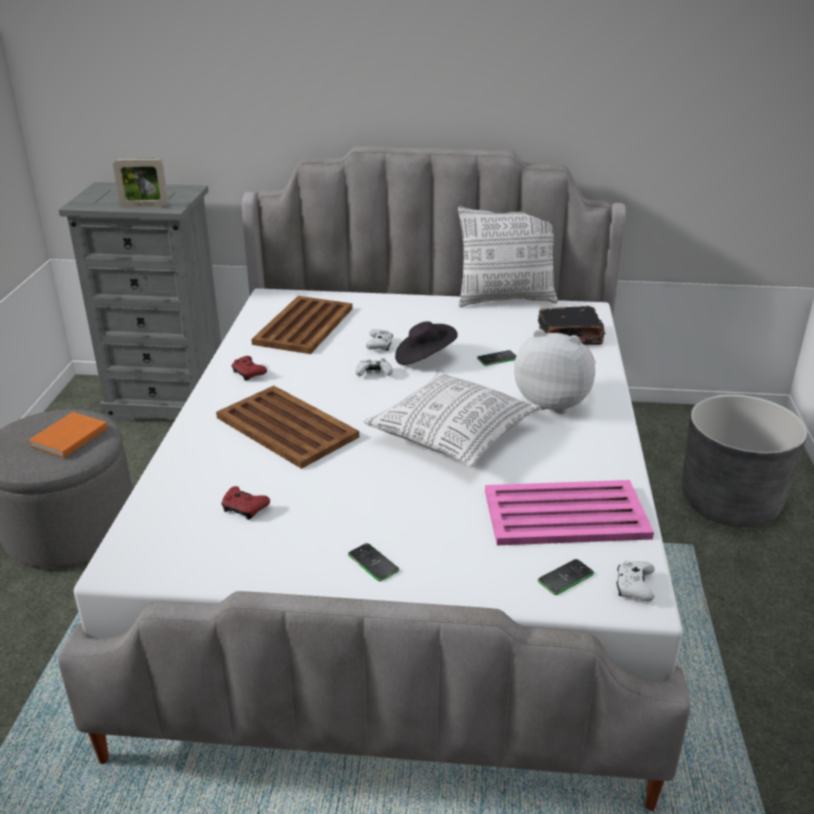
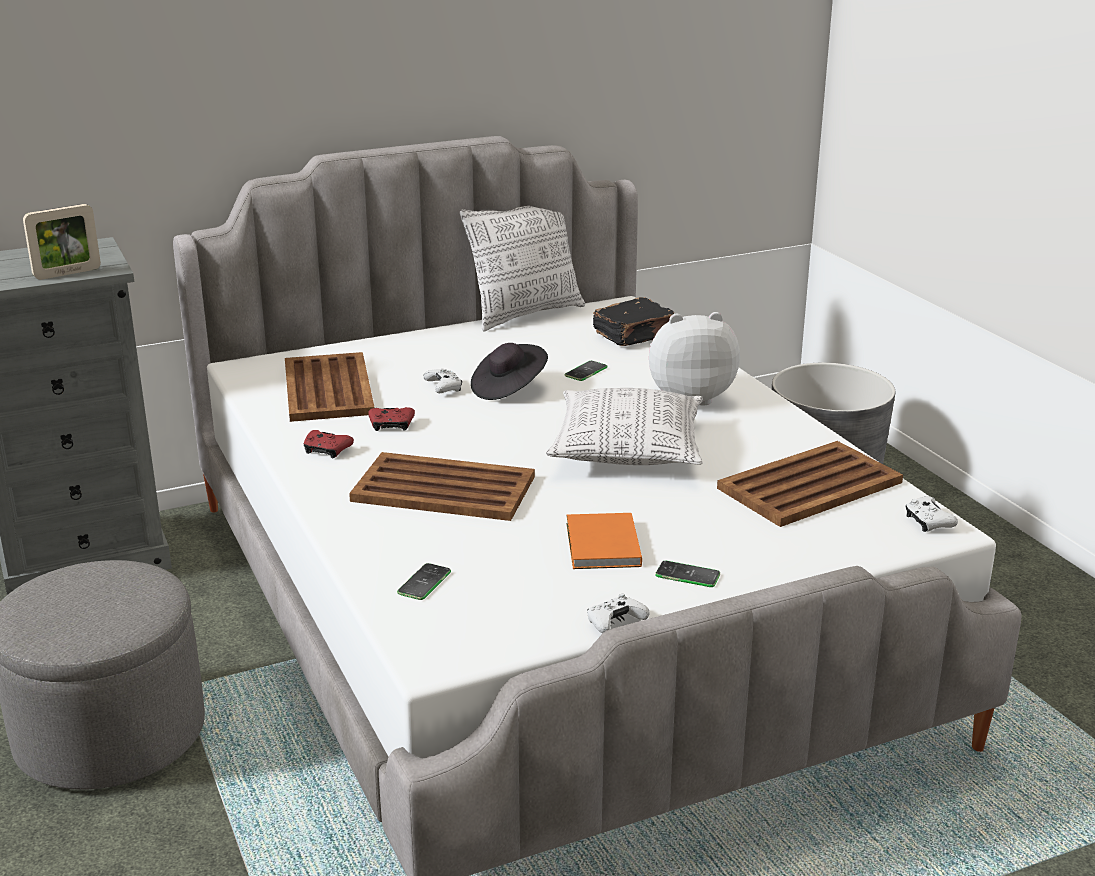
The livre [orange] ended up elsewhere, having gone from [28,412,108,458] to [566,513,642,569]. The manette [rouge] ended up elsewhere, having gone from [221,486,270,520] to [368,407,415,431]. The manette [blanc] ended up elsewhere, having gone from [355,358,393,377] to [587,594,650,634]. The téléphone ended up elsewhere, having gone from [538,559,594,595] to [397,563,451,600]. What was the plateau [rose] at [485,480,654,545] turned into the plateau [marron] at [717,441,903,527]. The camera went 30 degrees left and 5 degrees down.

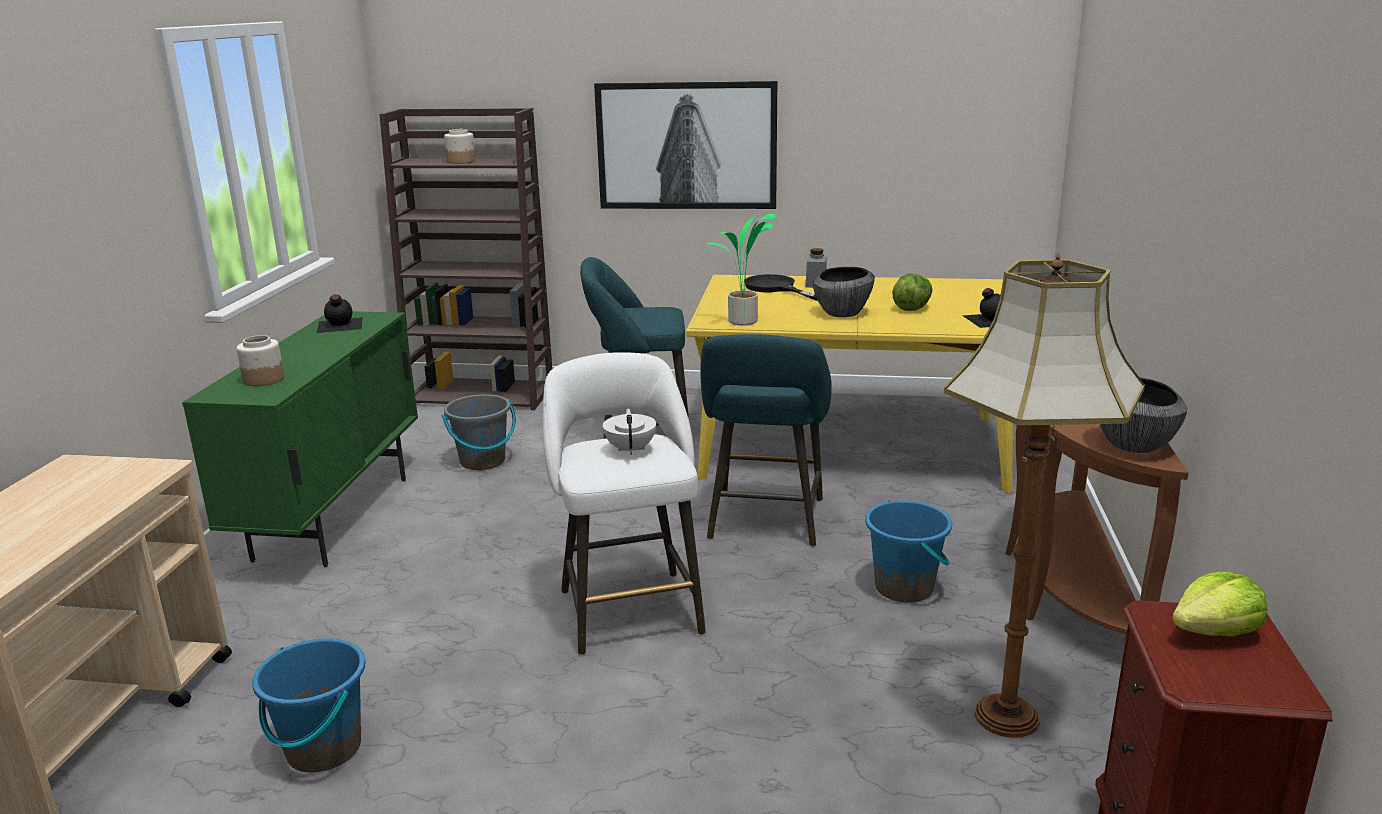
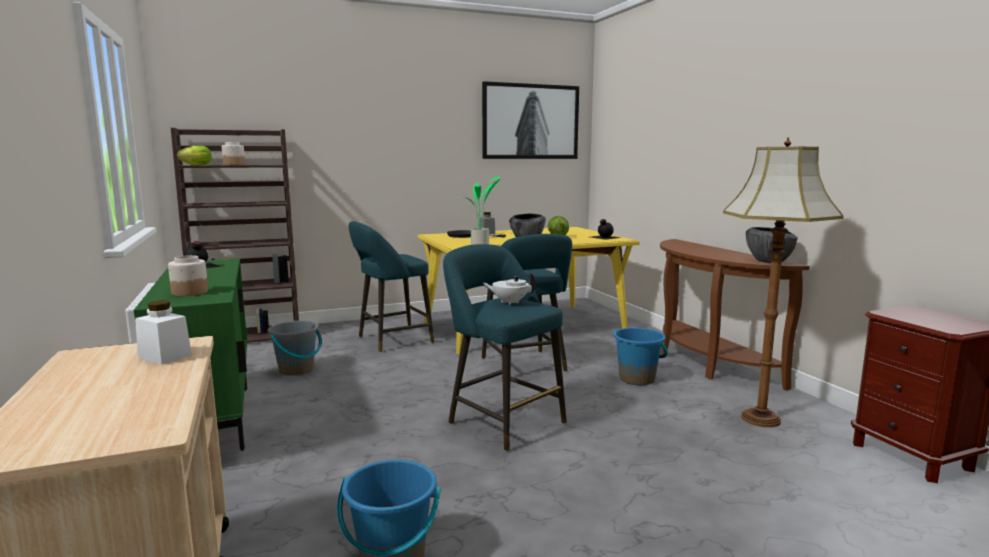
The second view gained the bocal [blanc] at [135,300,192,365]. The tableau ended up elsewhere, having gone from [594,81,777,209] to [482,81,579,159]. The laitue ended up elsewhere, having gone from [1172,572,1267,637] to [177,145,212,165]. What was the tabouret [blanc] at [543,352,706,655] turned into the tabouret [turquoise] at [443,244,567,452]. The théière [blanc] at [603,409,656,455] ended up facing another way, 45 degrees counterclockwise from before. The camera went 30 degrees left and 10 degrees down.

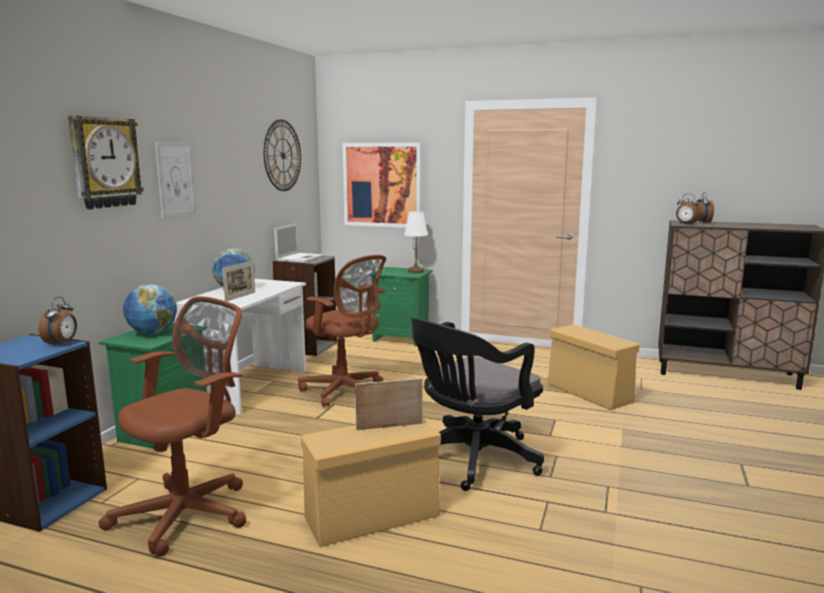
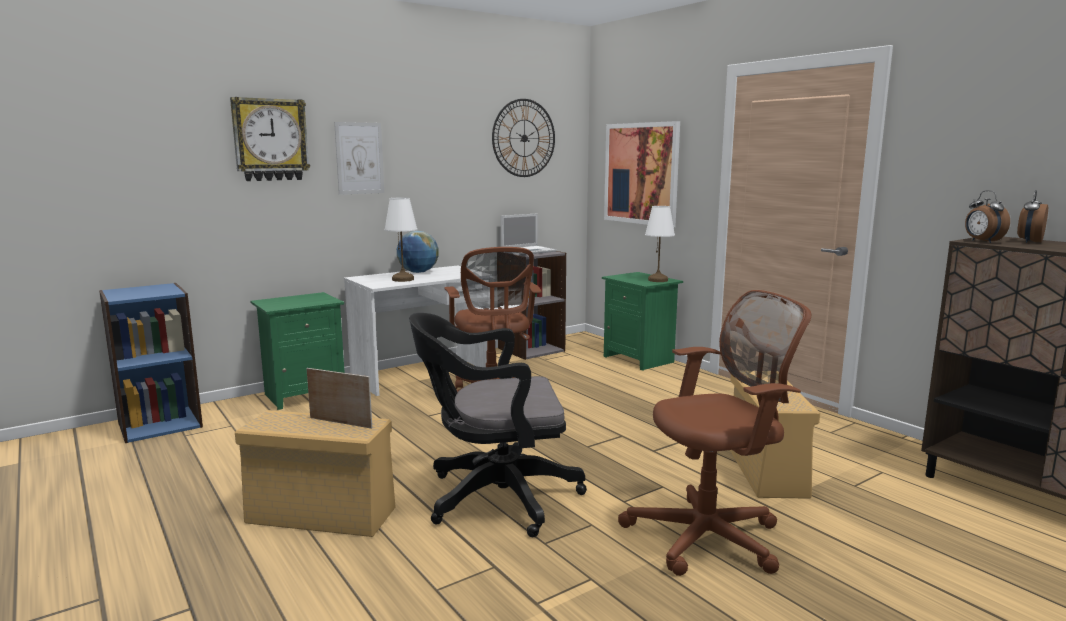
The second view lost the réveil at [38,297,77,347]. The second view lost the globe at [123,284,177,334]. The chaise de bureau [marron] ended up elsewhere, having gone from [98,296,247,557] to [618,290,811,576]. Where the cadre photo stood at [222,261,255,301], the lampe de table [blanc] came to stand at [384,197,417,282]. The camera went 35 degrees right and 0 degrees up.

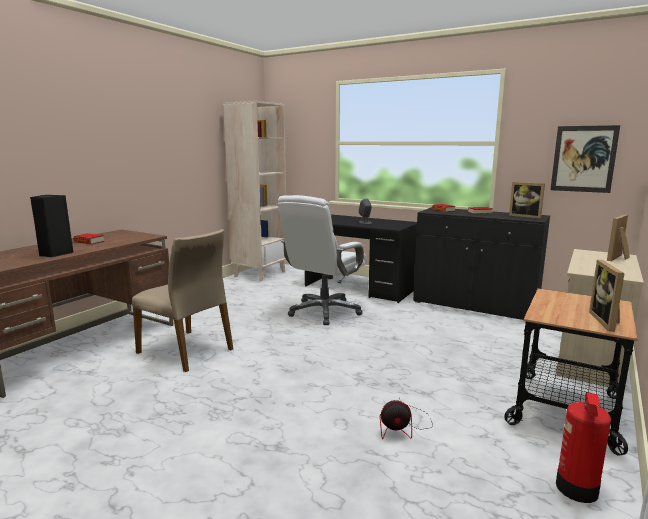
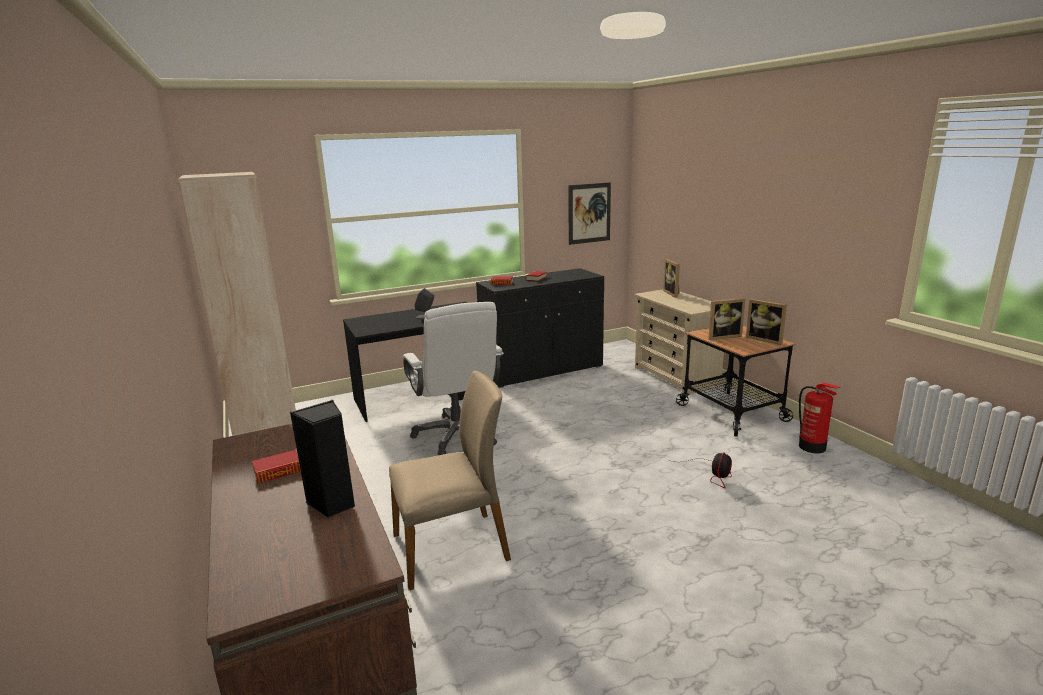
The cadre photo ended up elsewhere, having gone from [509,182,545,219] to [708,298,745,340]. The camera went 55 degrees left and 5 degrees up.

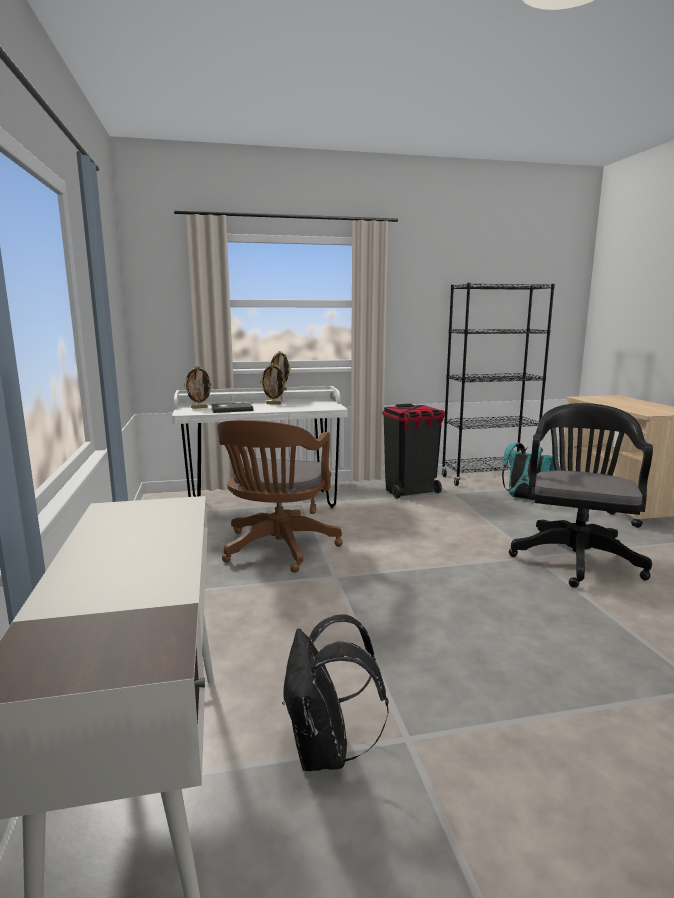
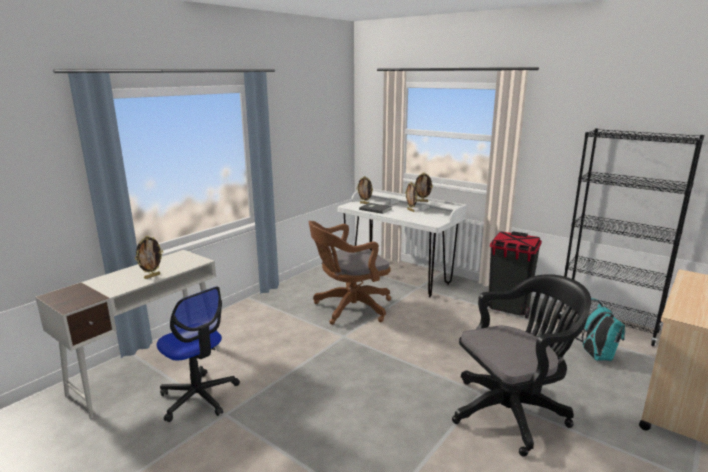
The second view gained the cadre photo at [135,236,163,279]. Where the sac à dos [noir] stood at [282,614,389,771], the chaise de bureau came to stand at [157,286,240,422]. The camera went 50 degrees right and 5 degrees up.

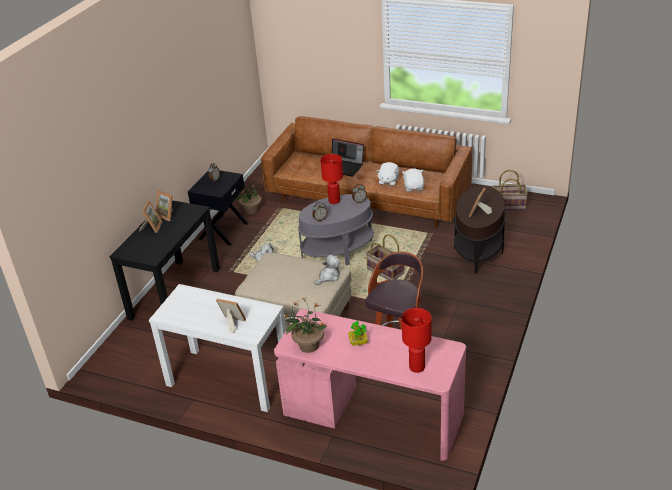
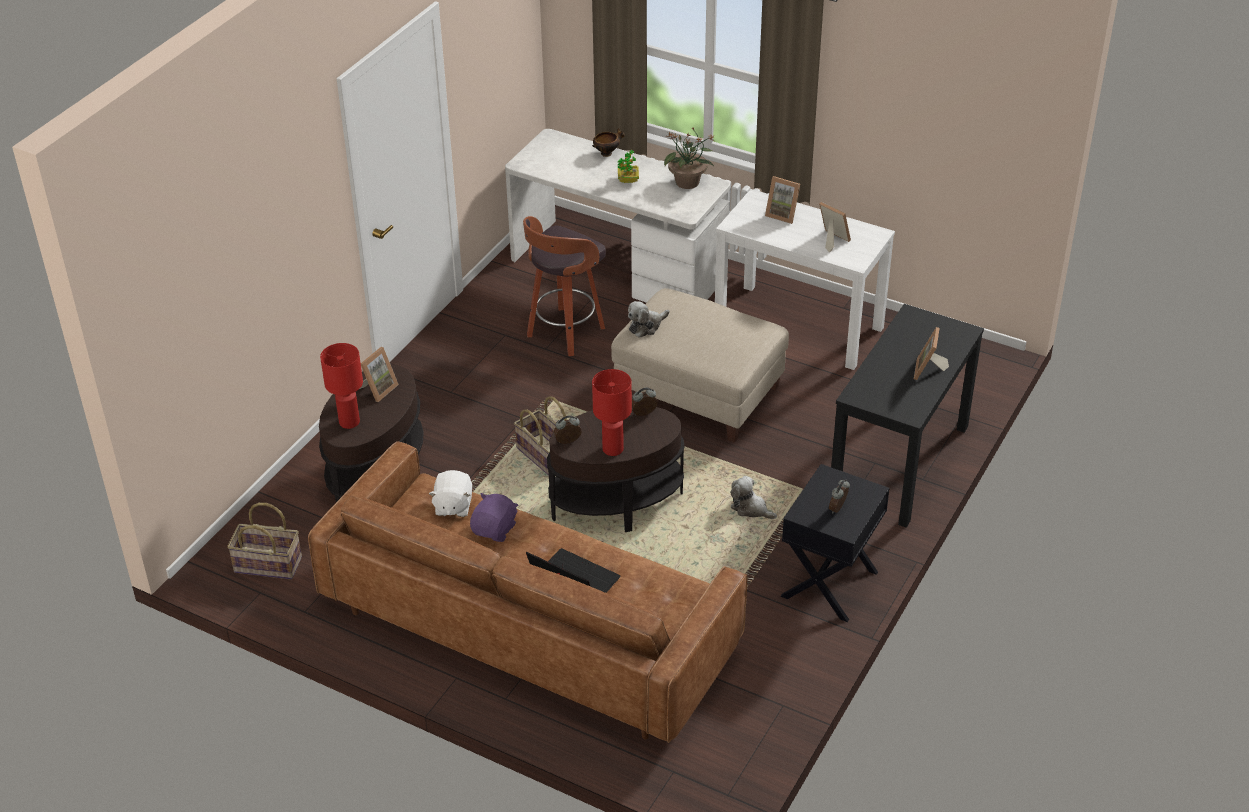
The second view lost the plante en pot at [234,177,262,214]. The second view gained the bol at [592,128,625,157]. The cadre photo ended up elsewhere, having gone from [156,190,173,221] to [819,202,851,252]. The lampe de table [rouge] ended up elsewhere, having gone from [402,308,432,373] to [320,343,363,429]. What was the bureau [rose] at [274,309,466,461] turned into the bureau [blanc] at [505,129,730,303]. What was the table d'appoint [gris] at [298,194,374,265] turned into the table d'appoint [marron] at [547,407,684,532]. What was the peluche [blanc] at [376,162,399,186] turned into the peluche [violet] at [470,493,518,542]. The camera went 175 degrees left and 5 degrees up.

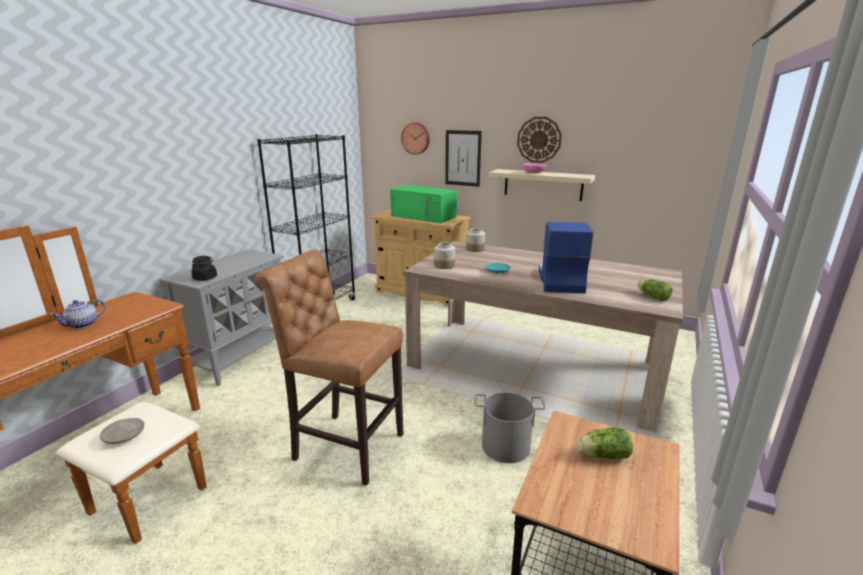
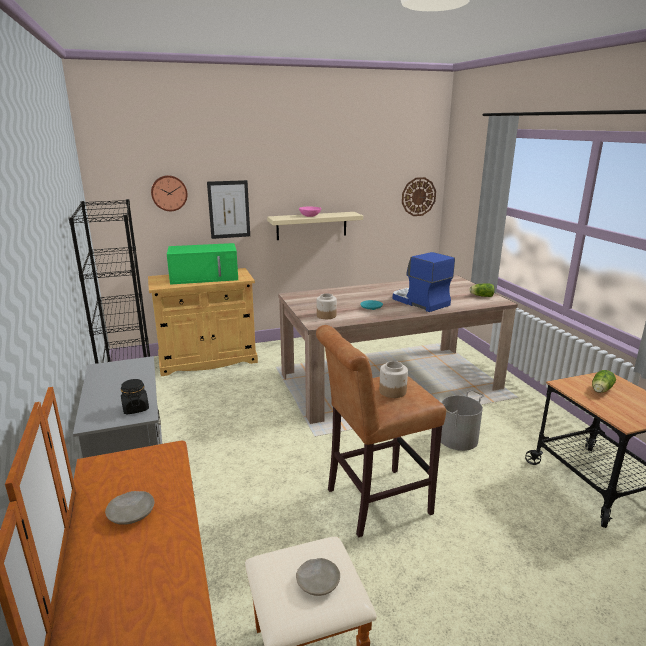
The bocal ended up elsewhere, having gone from [466,228,485,252] to [379,361,408,398]. The horloge murale ended up elsewhere, having gone from [517,117,562,163] to [402,177,436,216]. Where the théière stood at [50,299,105,329], the assiette [beige] came to stand at [105,491,154,525]. The camera went 45 degrees left and 0 degrees up.

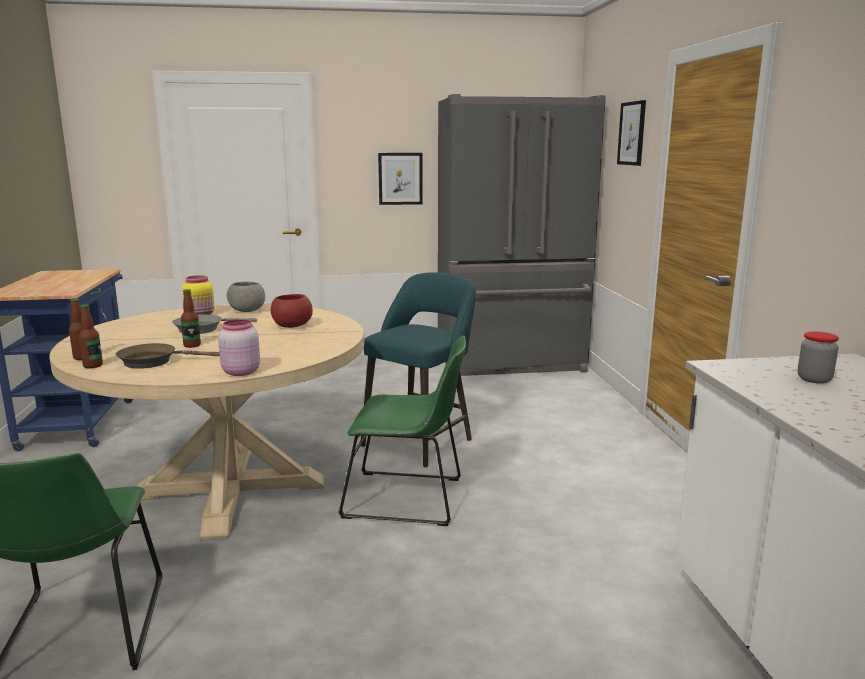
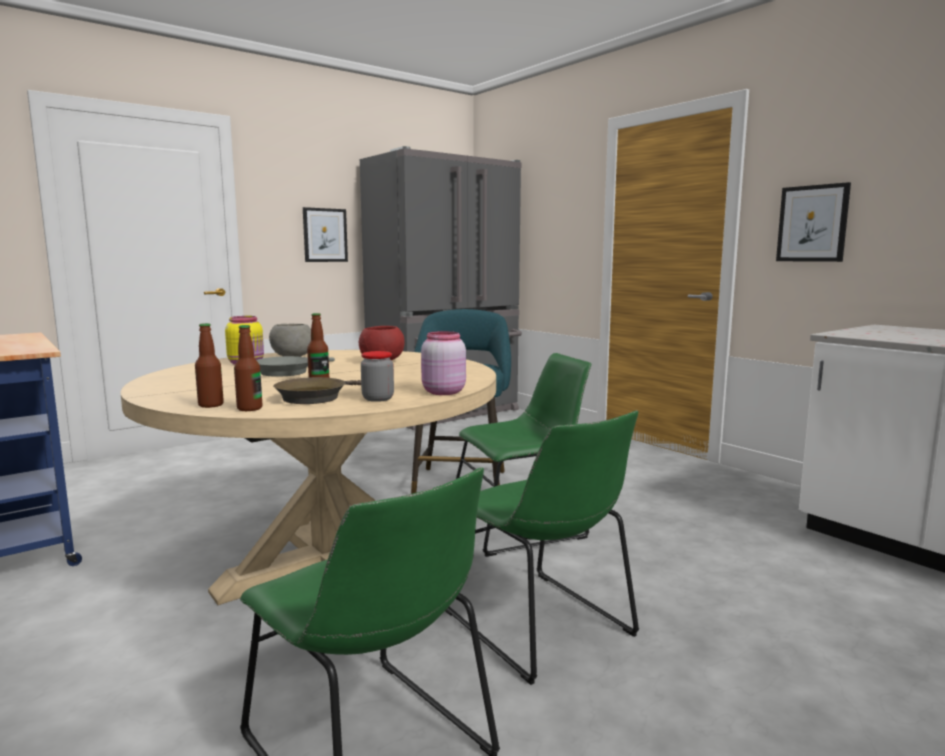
The second view gained the chaise [vert] at [445,410,639,685]. The tableau ended up elsewhere, having gone from [617,100,646,166] to [776,182,851,262]. The bocal ended up elsewhere, having gone from [798,331,839,384] to [361,351,394,402]. The camera went 30 degrees left and 5 degrees down.

